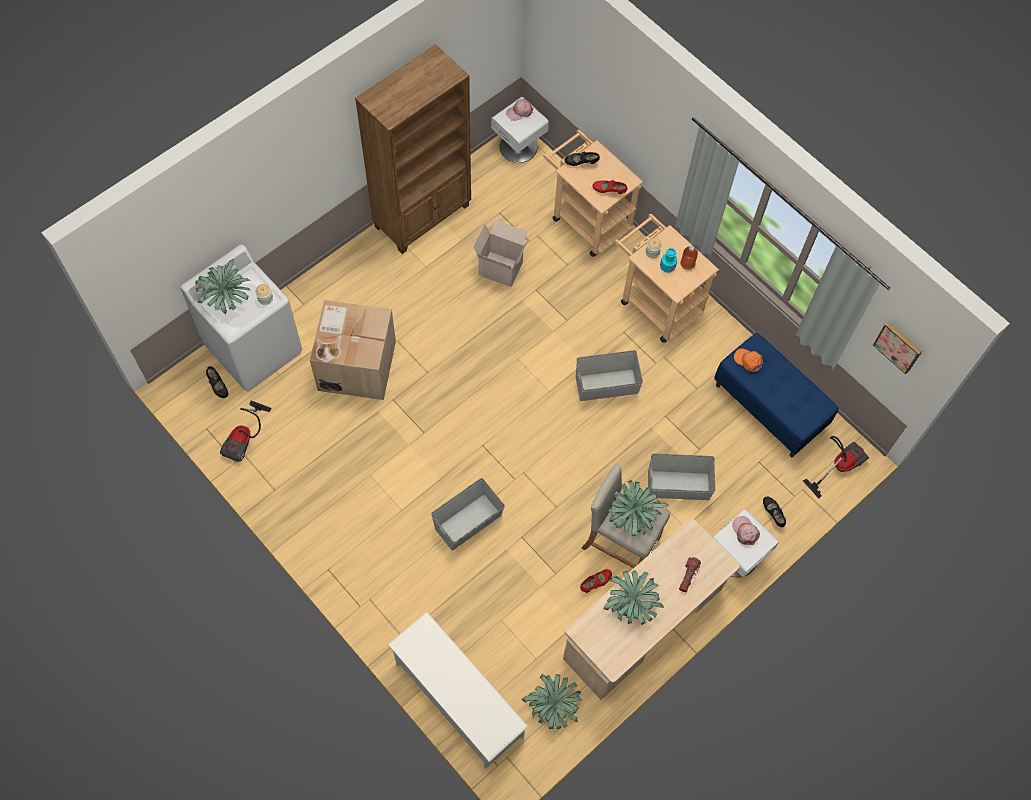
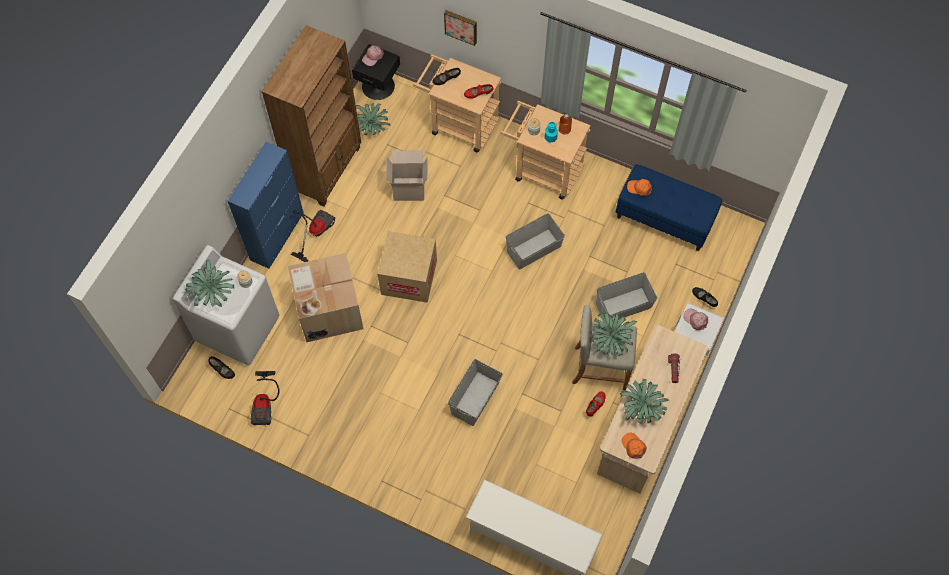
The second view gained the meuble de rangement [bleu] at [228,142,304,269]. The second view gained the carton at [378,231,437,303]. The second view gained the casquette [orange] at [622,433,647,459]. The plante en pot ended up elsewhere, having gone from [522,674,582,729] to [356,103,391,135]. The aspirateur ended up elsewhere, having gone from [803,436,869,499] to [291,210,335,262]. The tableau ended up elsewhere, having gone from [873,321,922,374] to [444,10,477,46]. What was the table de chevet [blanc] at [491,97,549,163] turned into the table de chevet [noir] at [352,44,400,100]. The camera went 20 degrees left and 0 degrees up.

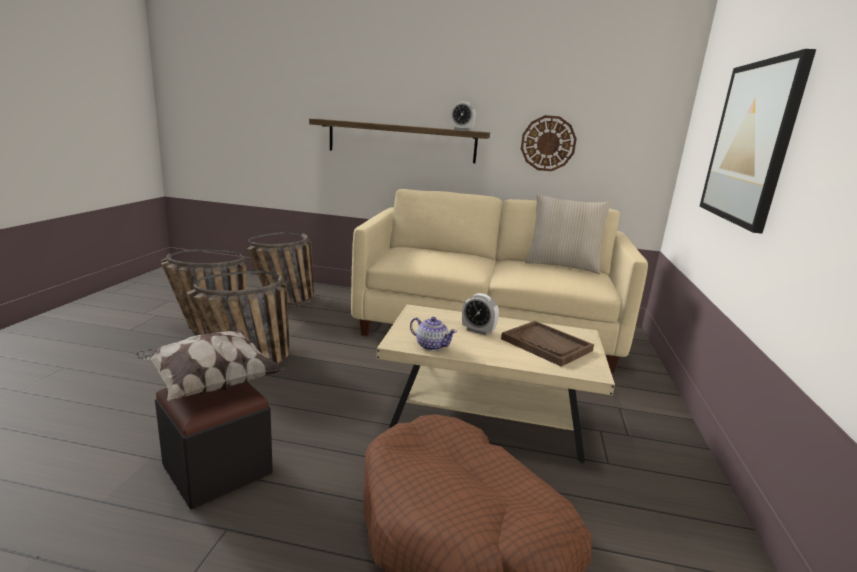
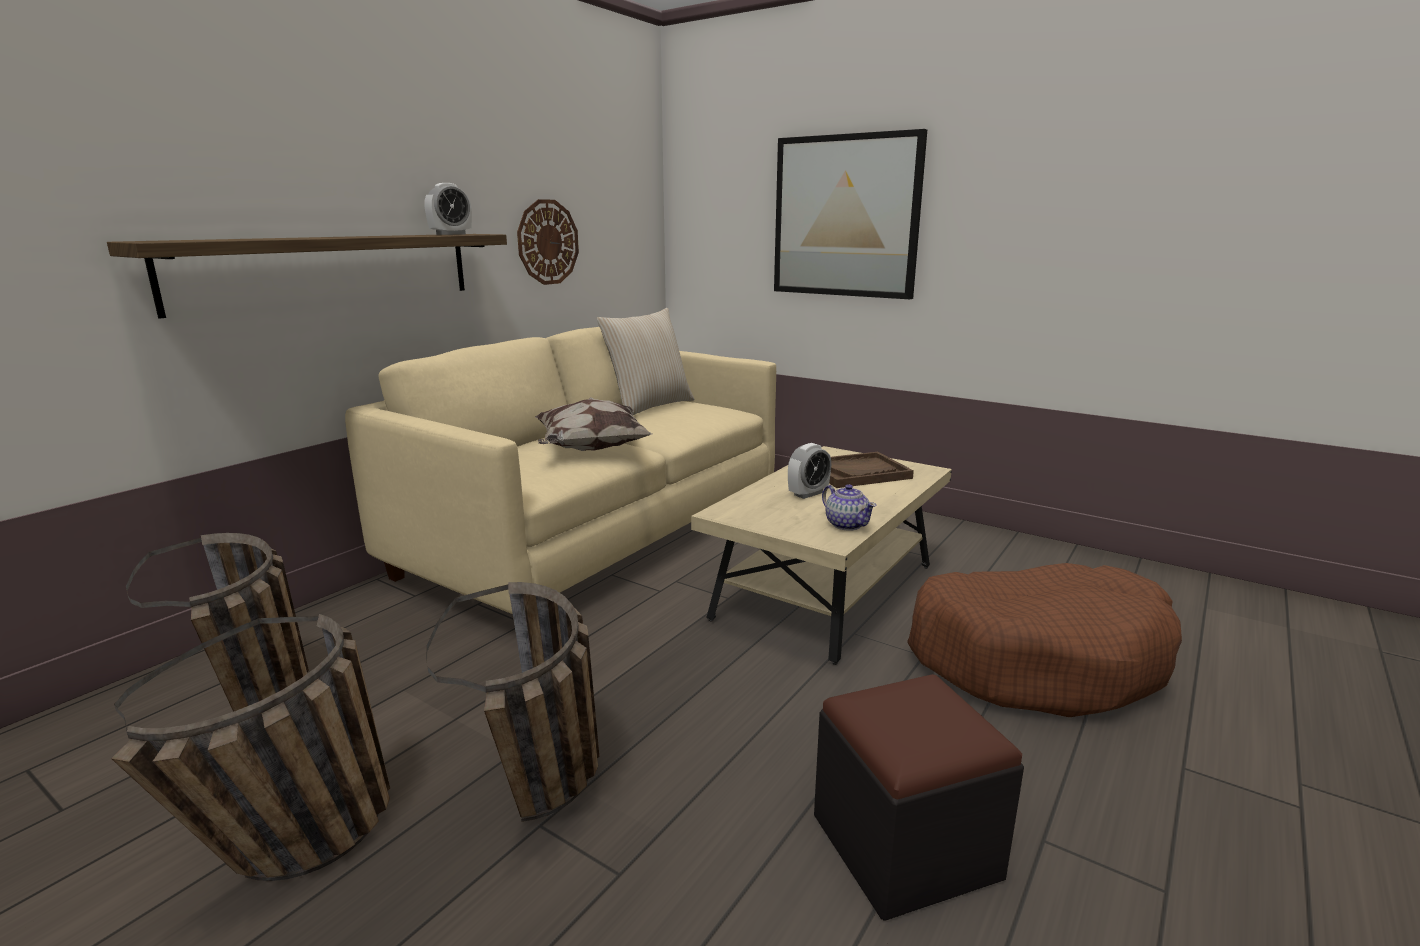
The coussin ended up elsewhere, having gone from [135,330,284,401] to [535,397,652,451]. The théière at [410,317,457,351] ended up facing another way, 90 degrees clockwise from before. The camera went 65 degrees left and 0 degrees up.

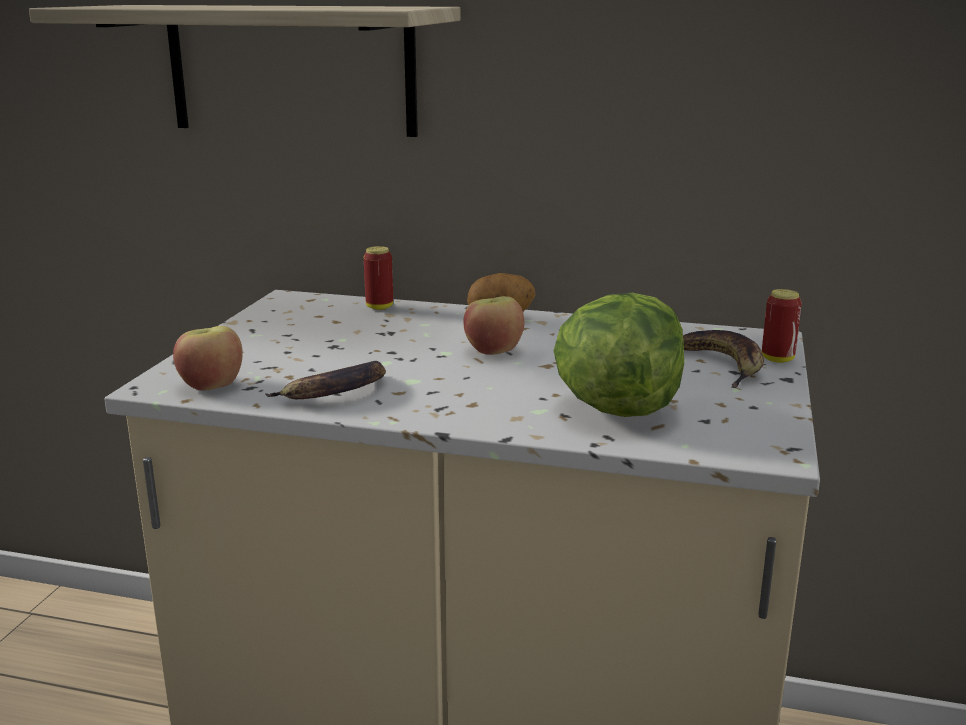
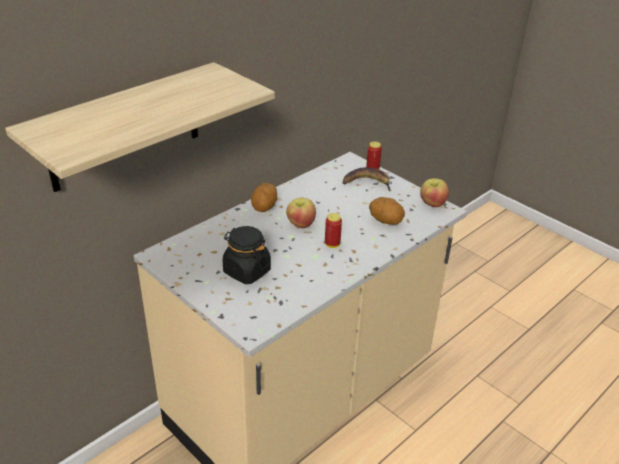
The second view lost the banane at [265,361,386,399]. The second view gained the bocal [noir] at [223,226,271,284]. The pomme ended up elsewhere, having gone from [173,326,243,390] to [420,178,449,207]. The boîte métallique ended up elsewhere, having gone from [364,246,393,310] to [325,213,342,248]. Where the laitue stood at [553,293,684,417], the pomme de terre came to stand at [369,197,405,225]. The camera went 60 degrees left and 15 degrees up.

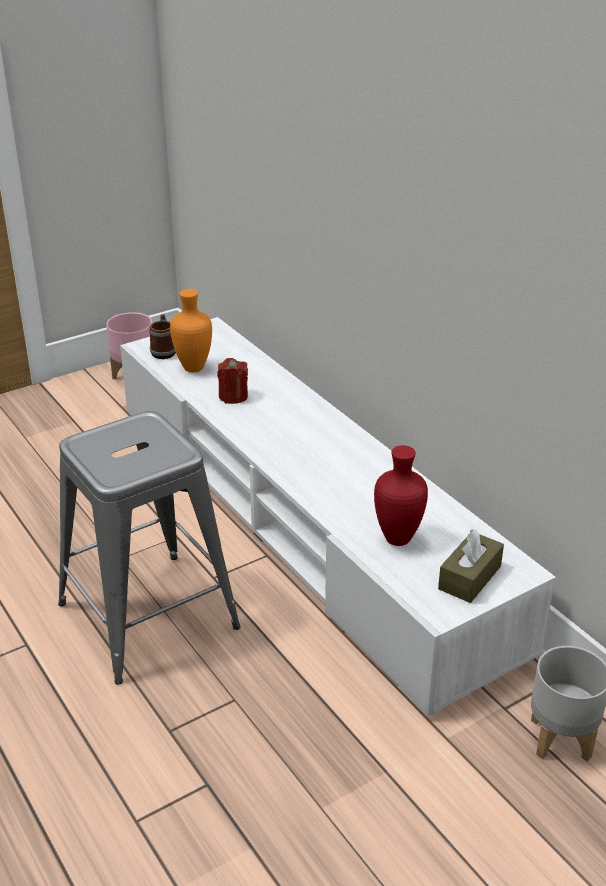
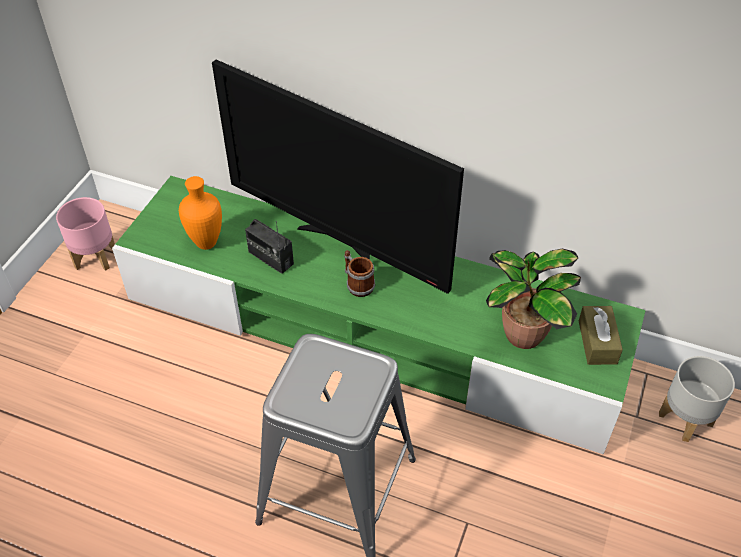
The second view gained the téléviseur at [212,60,464,294]. The mug ended up elsewhere, having gone from [149,314,176,359] to [344,250,375,297]. Where the bougie [rouge] stood at [217,358,248,404], the radio came to stand at [245,219,294,274]. Where the vase [rouge] stood at [374,445,428,546], the plante en pot came to stand at [486,249,581,349]. What was the meuble télé [blanc] at [120,317,556,716] turned into the meuble télé [vert] at [112,176,646,454]. The camera went 35 degrees left and 15 degrees up.

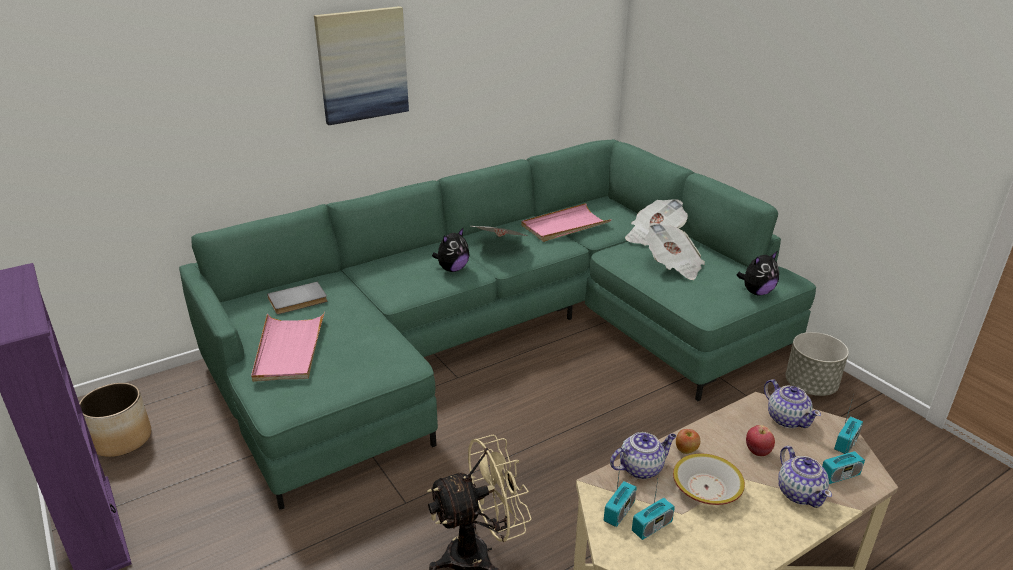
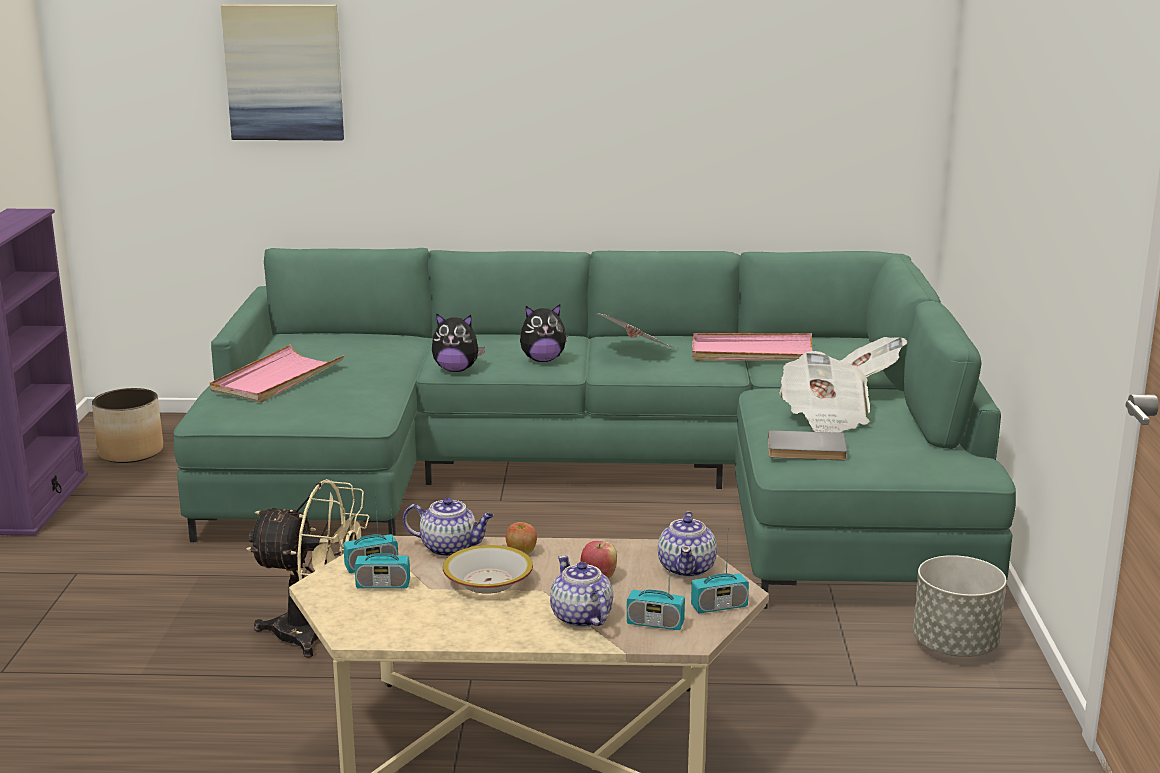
The livre [gris] ended up elsewhere, having gone from [267,282,327,314] to [768,430,847,461]. The tableau ended up elsewhere, having gone from [314,6,409,125] to [221,4,344,140]. The peluche ended up elsewhere, having gone from [737,251,779,295] to [432,313,485,372]. The théière at [778,446,832,508] ended up facing another way, 135 degrees clockwise from before. The camera went 35 degrees right and 10 degrees down.

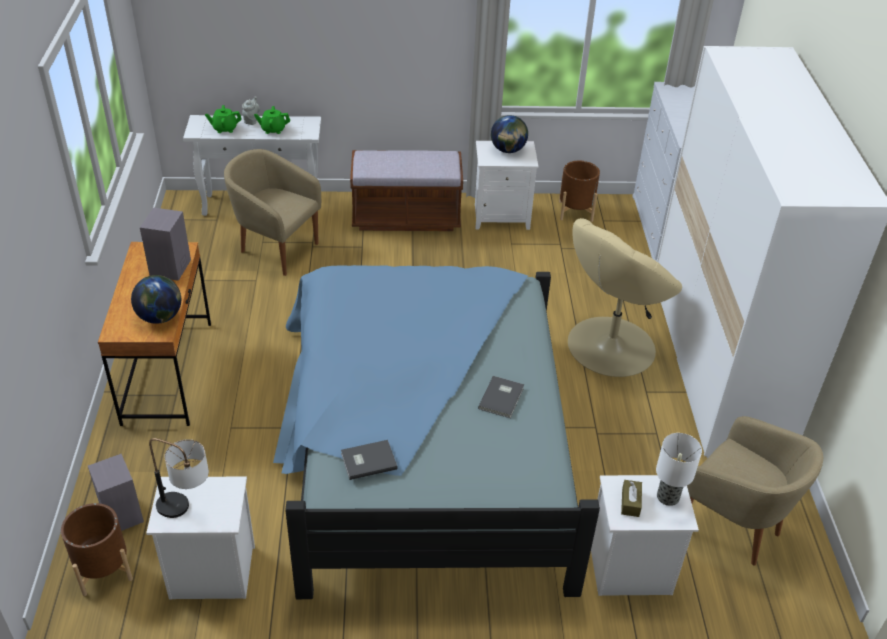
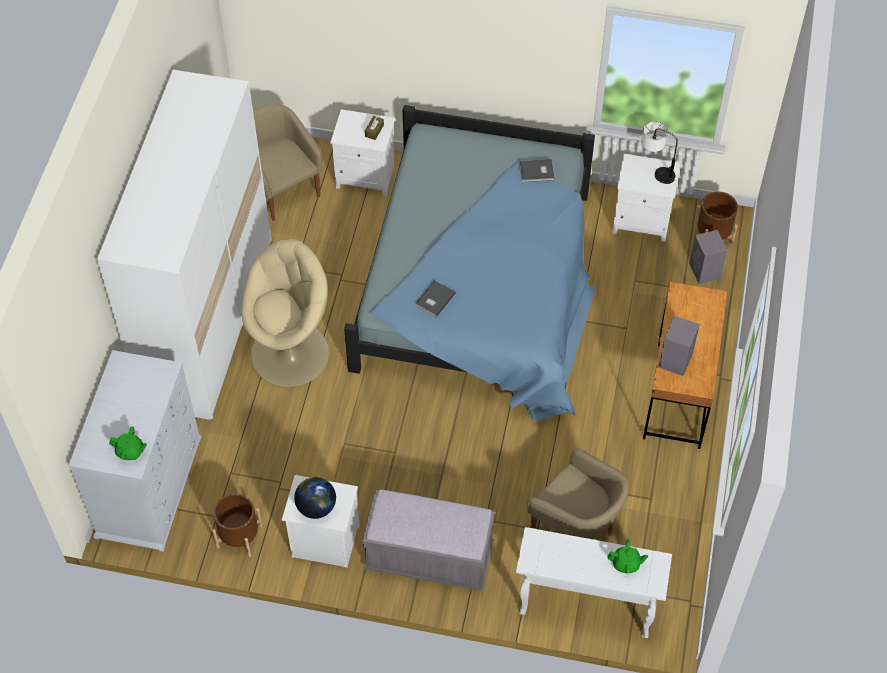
The second view lost the globe at [131,275,181,324]. The second view lost the théière [gris] at [242,96,260,125]. The second view lost the lampe de table at [656,433,702,506]. The théière [vert] ended up elsewhere, having gone from [254,106,290,134] to [109,426,147,460]. The livre [gris] ended up elsewhere, having gone from [478,376,524,418] to [415,280,456,317]. What was the banc [marron] at [350,150,463,231] turned into the banc [gris] at [363,489,495,591]. The camera went 165 degrees left and 15 degrees up.

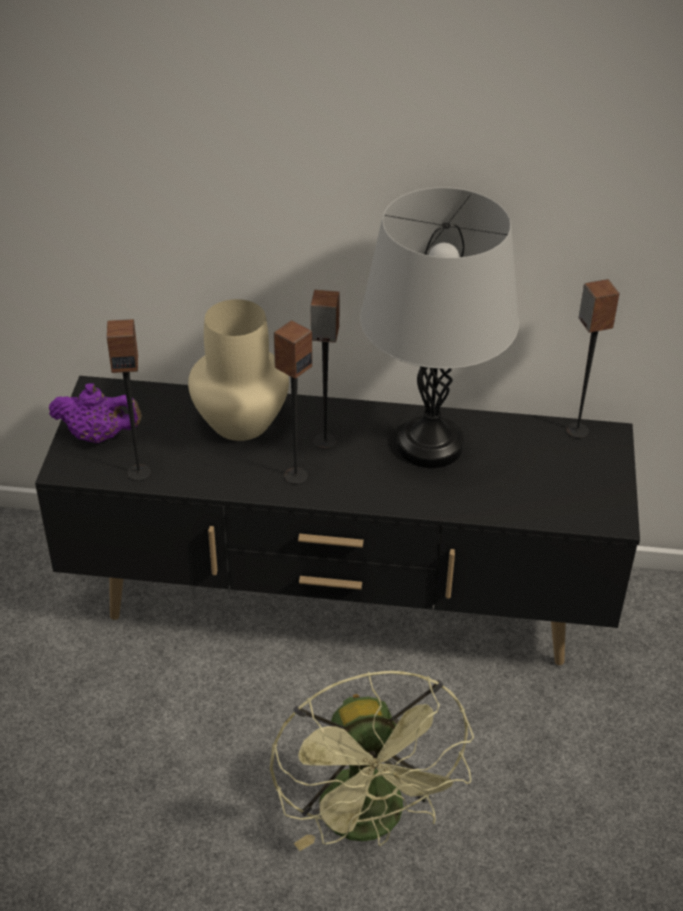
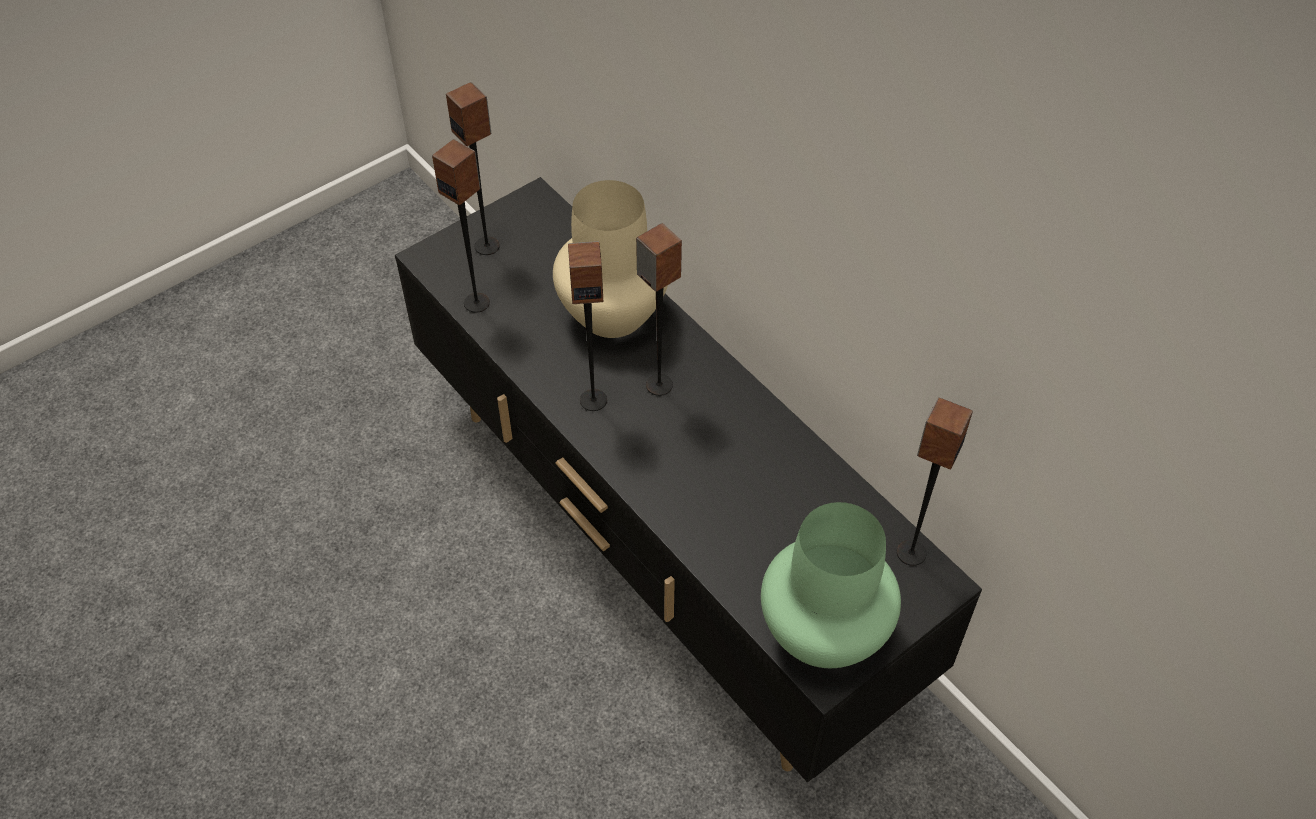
The second view lost the ventilateur [vert] at [270,671,474,851]. The second view lost the lampe de table [gris] at [360,187,519,468]. The second view gained the vase [vert] at [761,502,901,668]. Where the théière [violet] stood at [49,383,142,443], the enceinte came to stand at [446,82,500,255]. The camera went 45 degrees right and 10 degrees up.

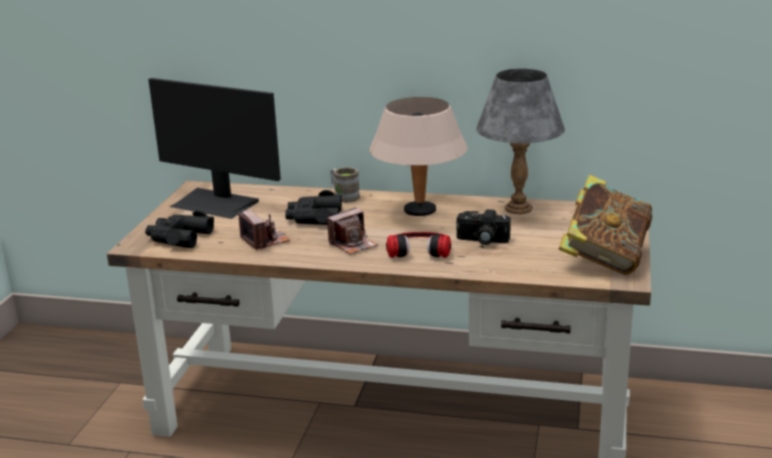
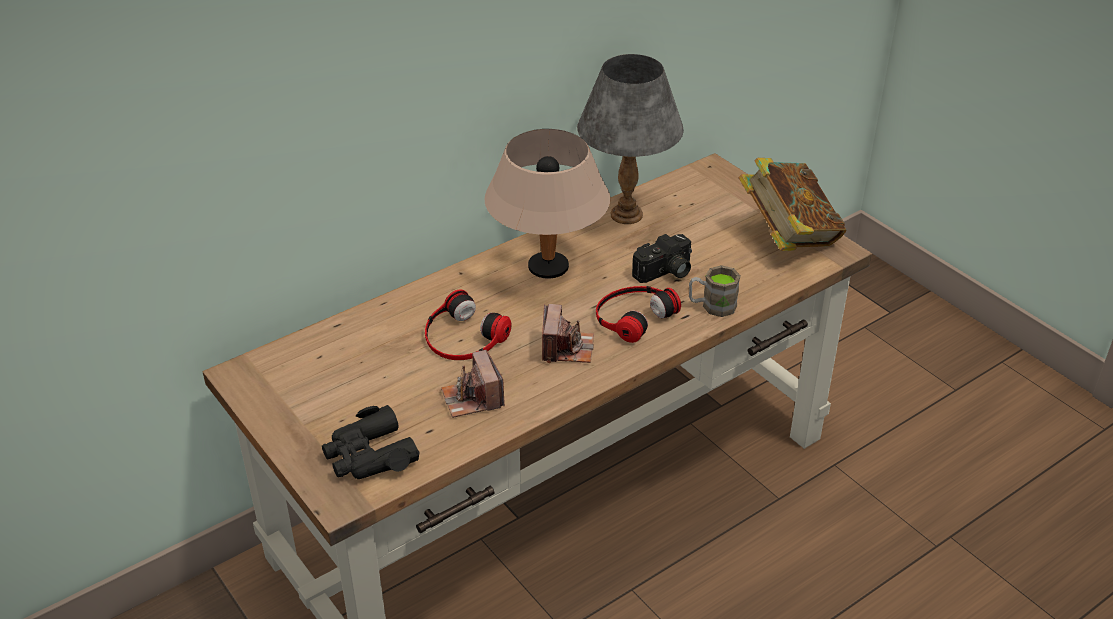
The second view lost the écran d'ordinateur at [148,78,281,219]. The mug [marron] ended up elsewhere, having gone from [330,167,360,203] to [689,265,740,317]. Where the jumelles [noir] stood at [285,190,342,225], the casque audio came to stand at [425,290,511,360]. The appareil photo at [238,210,290,250] ended up facing another way, 120 degrees counterclockwise from before. The camera went 50 degrees left and 15 degrees up.

